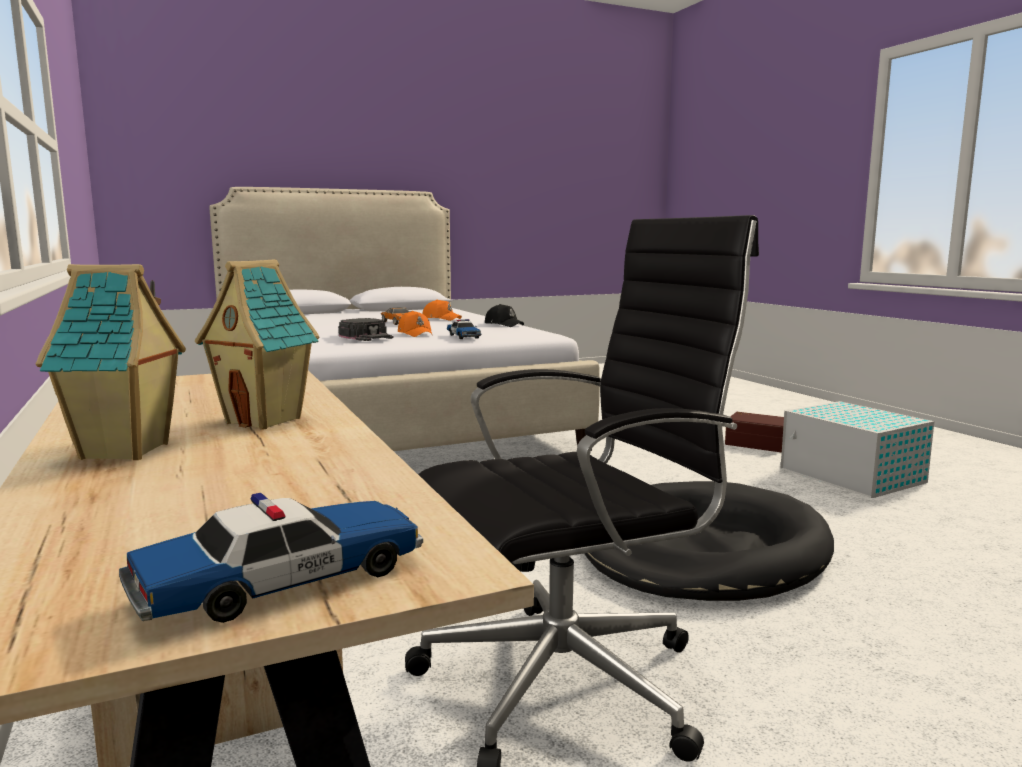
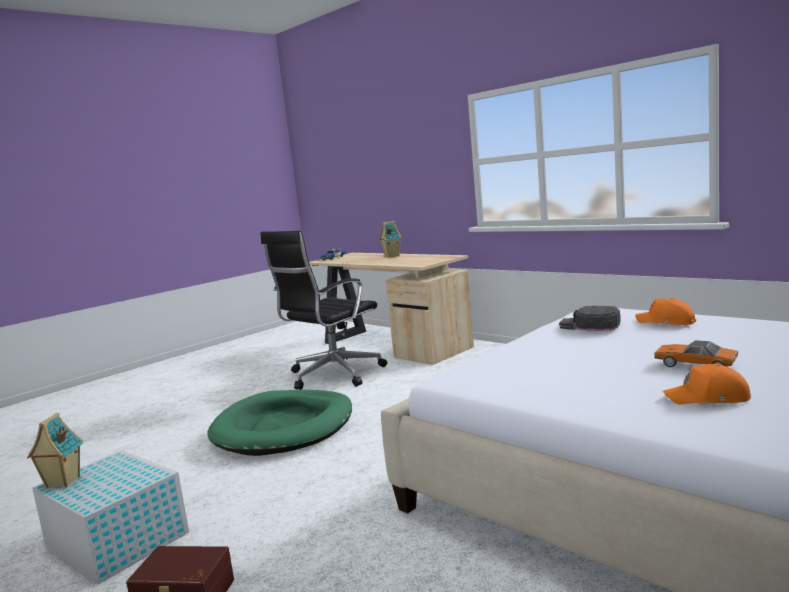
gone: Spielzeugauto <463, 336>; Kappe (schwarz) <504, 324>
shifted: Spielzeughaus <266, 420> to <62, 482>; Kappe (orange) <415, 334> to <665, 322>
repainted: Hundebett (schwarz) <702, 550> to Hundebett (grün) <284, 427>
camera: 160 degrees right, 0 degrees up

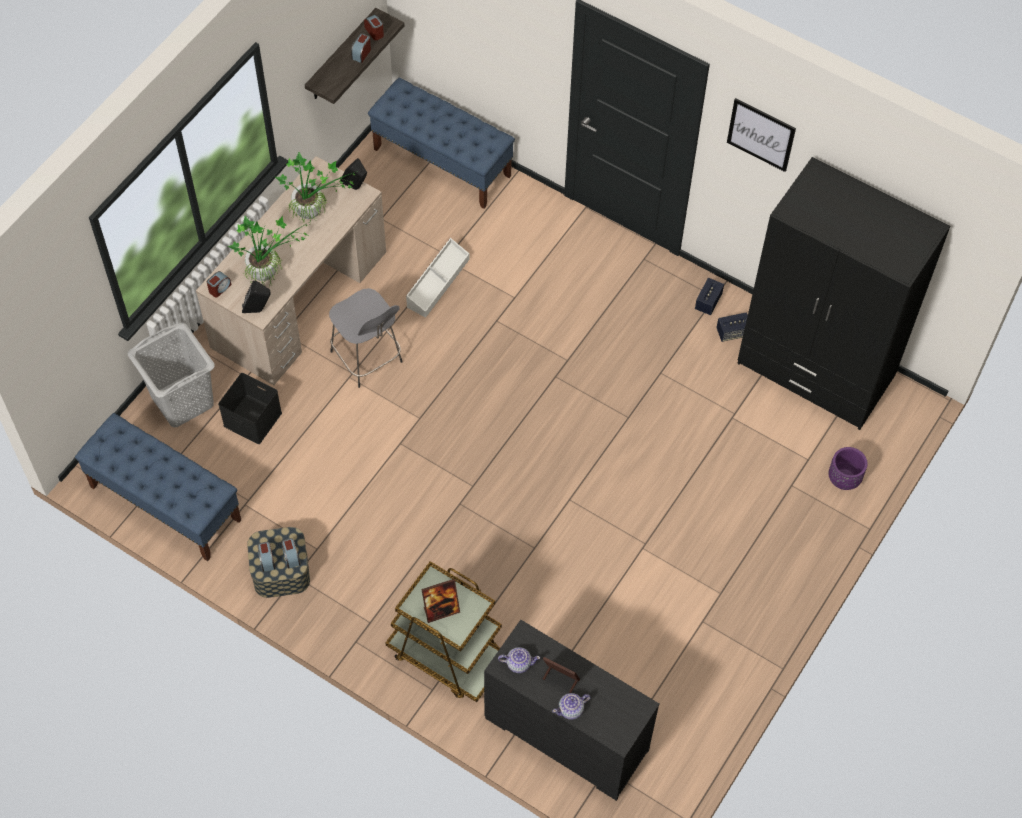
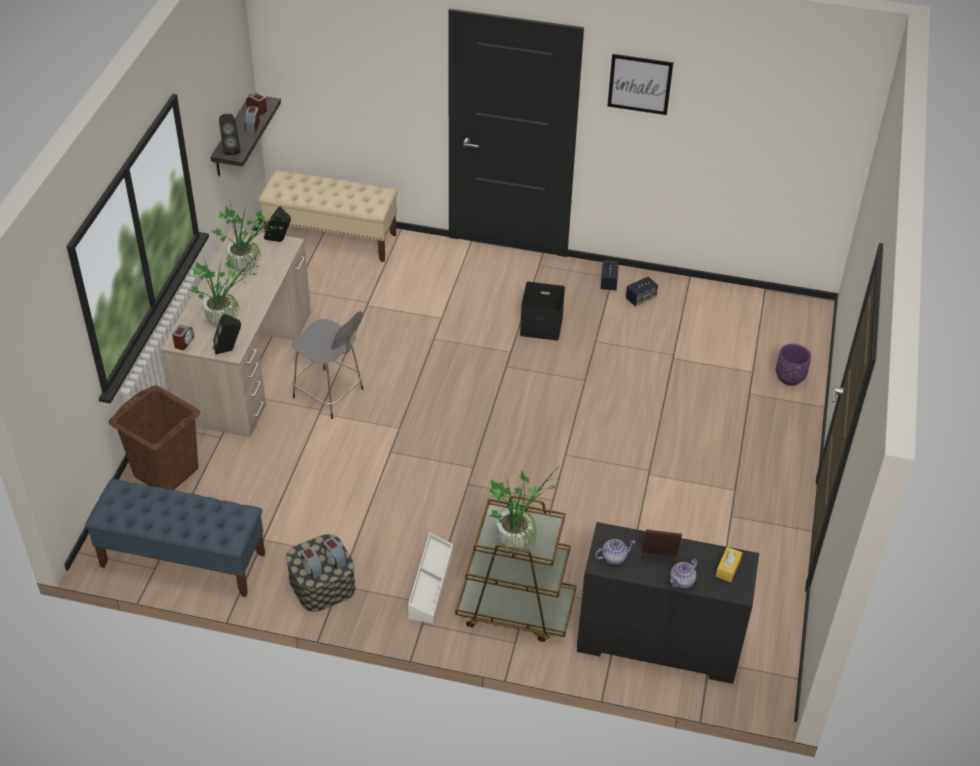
gone: Kleiderschrank (schwarz) <816, 370>
new: Lautsprecher (schwarz) <230, 149>; Taschentuchbox (gelb) <728, 568>
shifted: Aufbewahrungsbox (weiß) <437, 282> to <429, 584>; Aufbewahrungsbox (schwarz) <254, 419> to <542, 325>
swapped: Bilderrahmen <441, 610> to Topfpflanze <517, 537>
repainted: Wäschekorb (grau) <183, 400> to Wäschekorb (braun) <166, 471>; Bank (blau) <442, 162> to Bank (beige) <332, 238>
camera: 20 degrees left, 15 degrees down

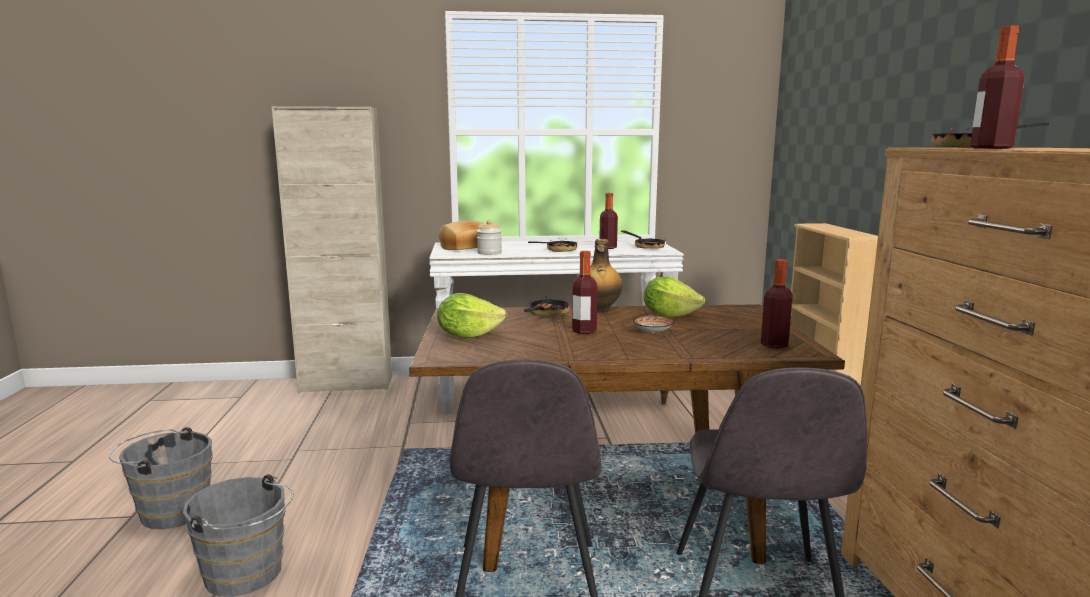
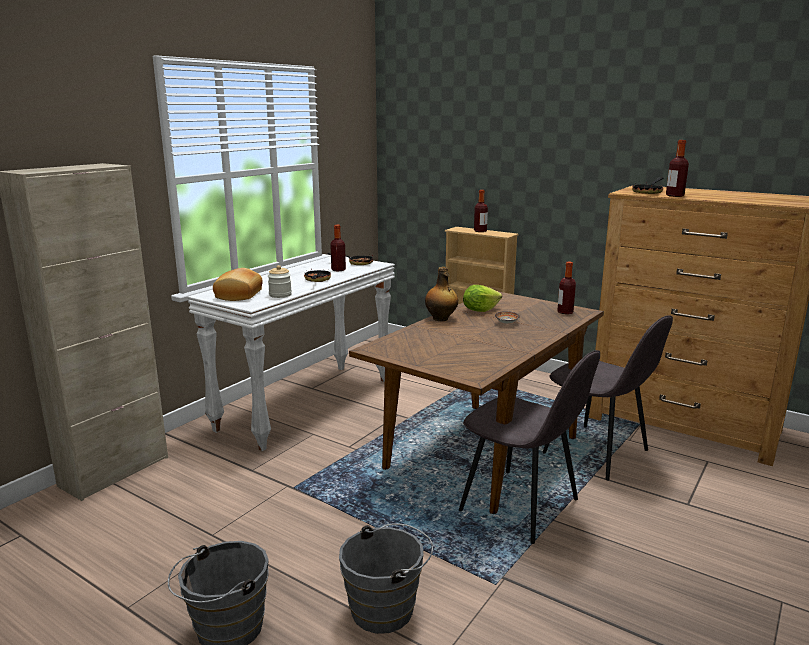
gone: Salatkopf <468, 335>; Pfanne <546, 314>
shifted: Flasche <584, 331> to <480, 231>
camera: 50 degrees left, 5 degrees up

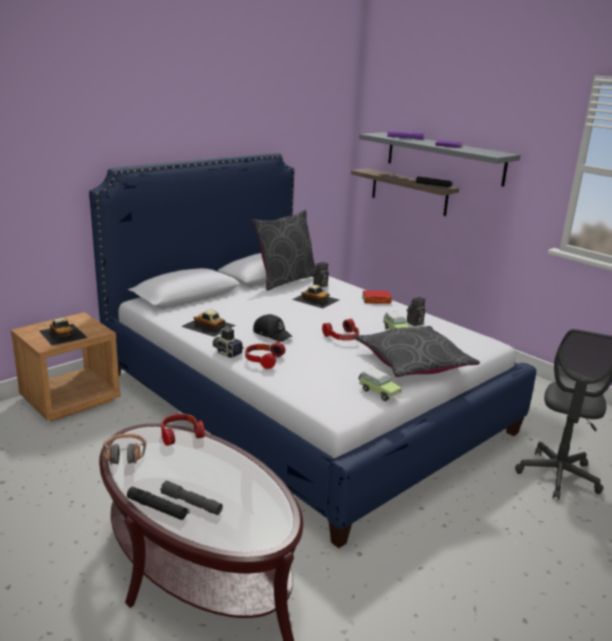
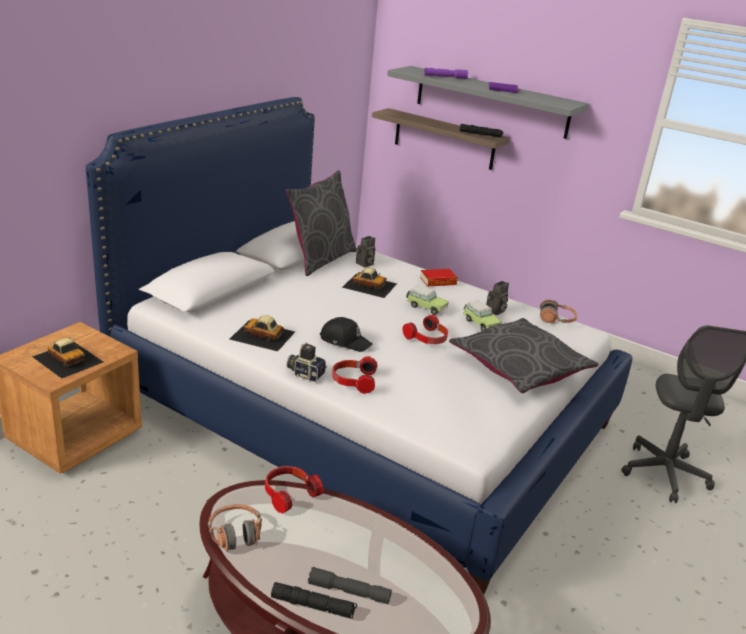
new: Kopfhörer <556, 319>
shifted: Spielzeugauto <378, 392> to <425, 307>
camera: 15 degrees left, 5 degrees up

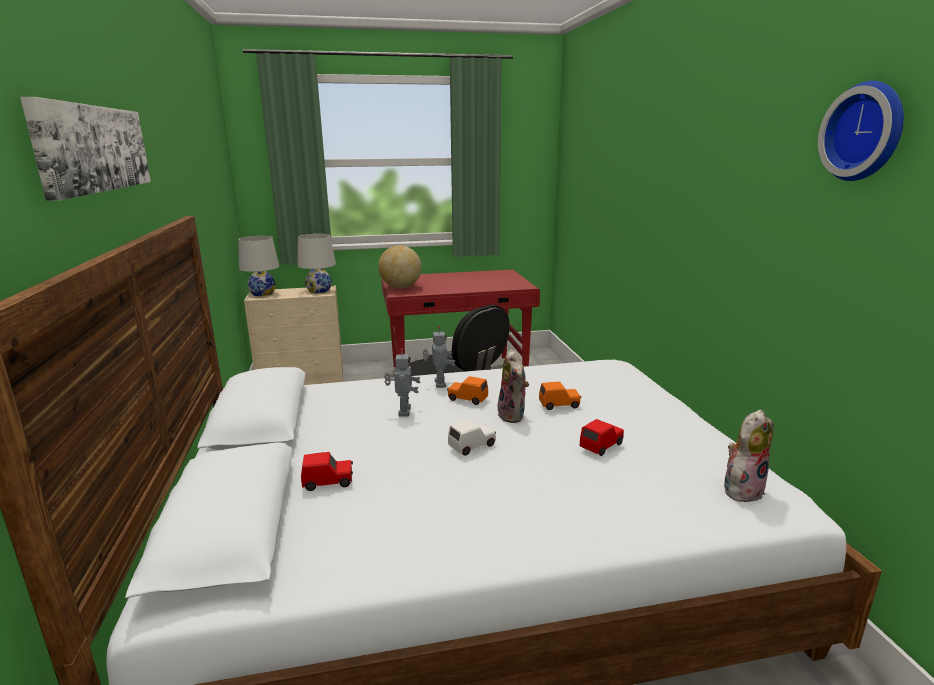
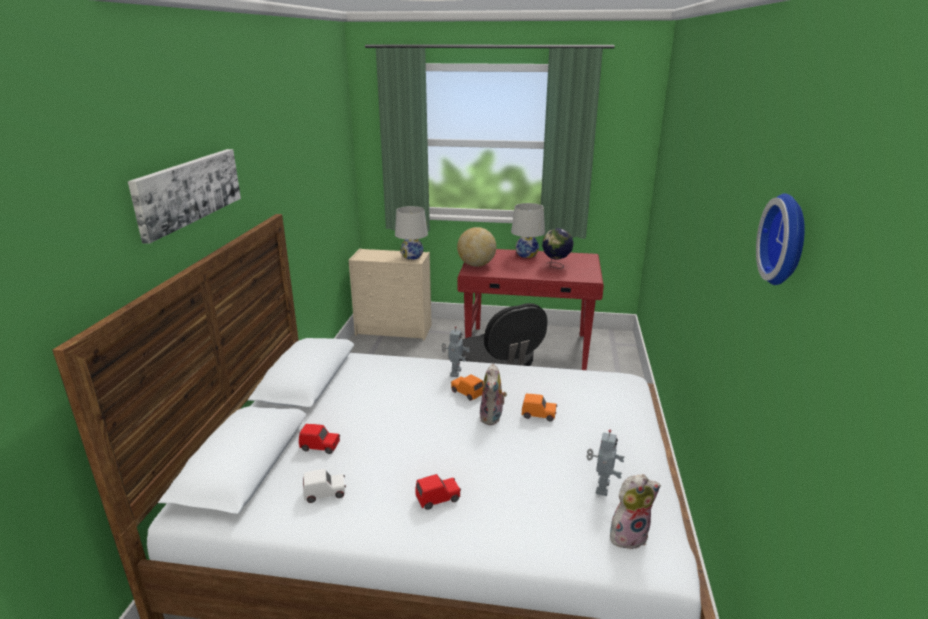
new: Globus <556, 266>
shifted: Spielzeugauto (weiß) <472, 446> to <325, 493>; Spielzeugauto (rot) <601, 446> to <438, 499>; Tischlampe (weiß) <262, 293> to <526, 254>; Spielzeugroboter <403, 411> to <601, 487>
camera: 20 degrees right, 5 degrees up

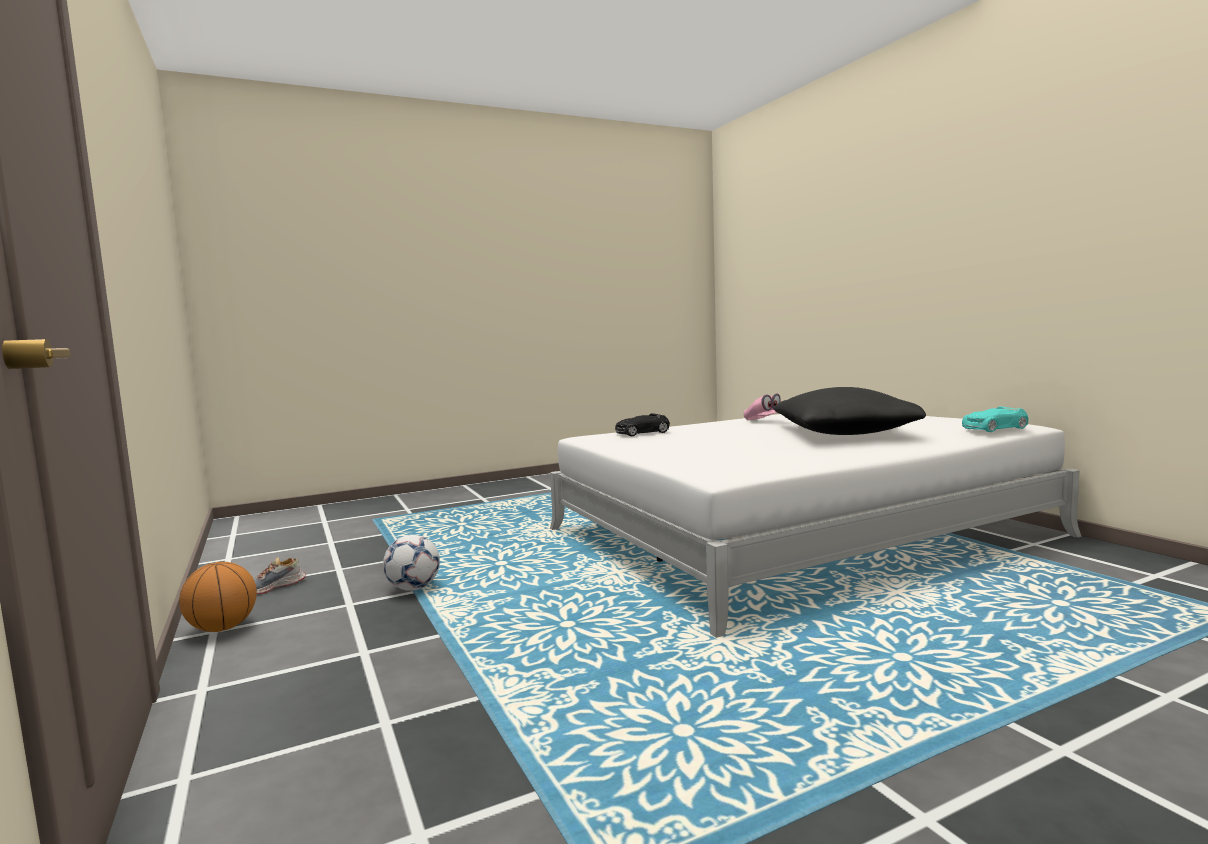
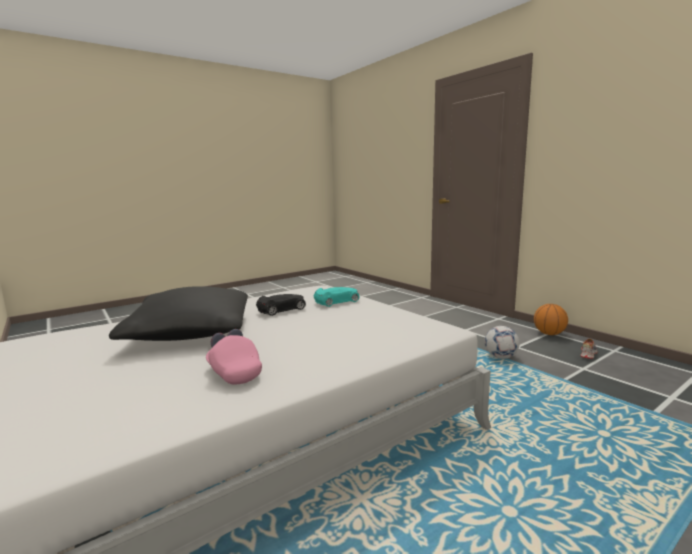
shifted: Spielzeugauto (schwarz) <641, 433> to <282, 309>; Spielzeugauto (türkis) <994, 428> to <337, 301>
camera: 170 degrees right, 5 degrees up

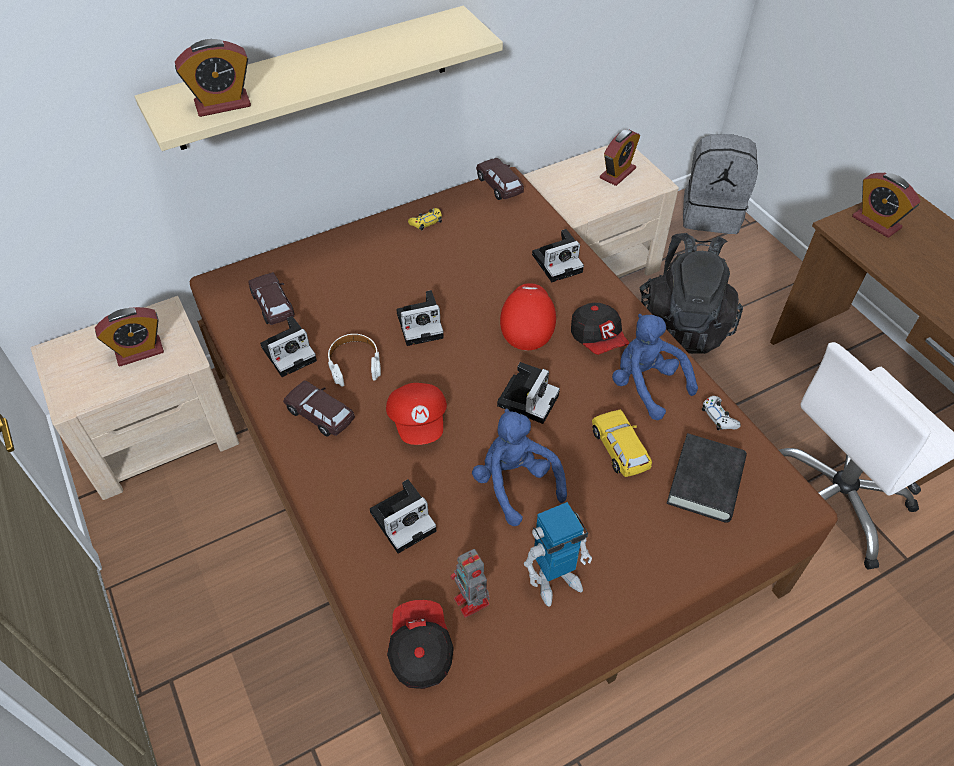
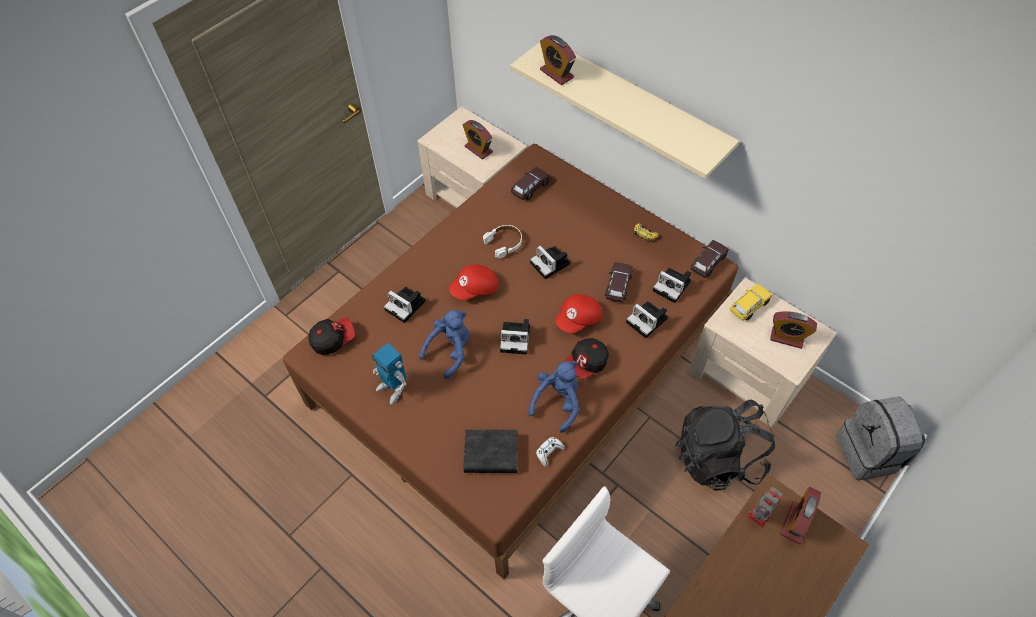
shifted: Spielzeugauto (braun) <320, 415> to <618, 286>; Kamera <290, 352> to <673, 286>; Spielzeugauto (gelb) <619, 449> to <749, 306>; Spielzeugroboter <472, 603> to <758, 517>
rotated: Kappe (rot) <526, 324> = <579, 319> 150 degrees clockwise
camera: 70 degrees right, 5 degrees up

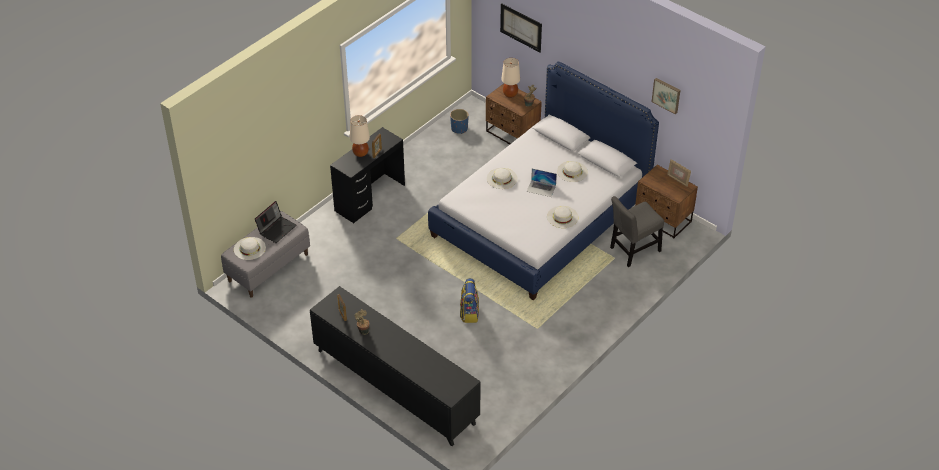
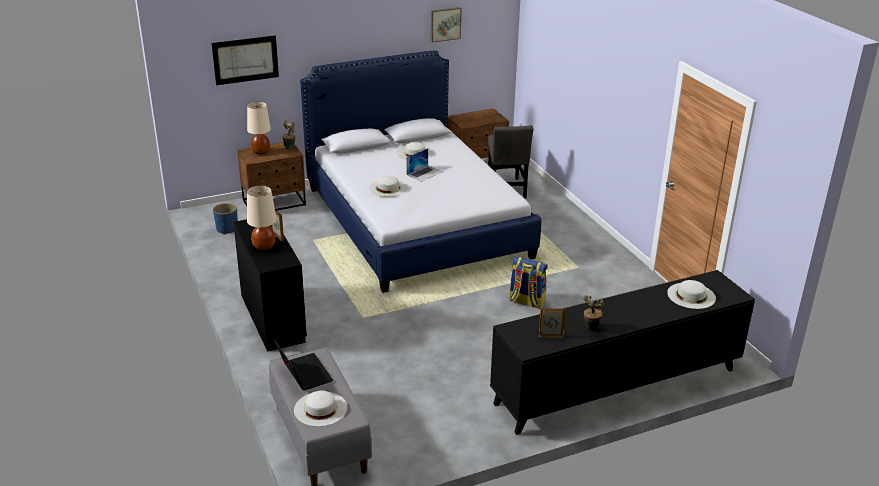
gone: Bilderrahmen <677, 180>
shifted: Hut (weiß) <562, 217> to <691, 295>
camera: 65 degrees left, 15 degrees down

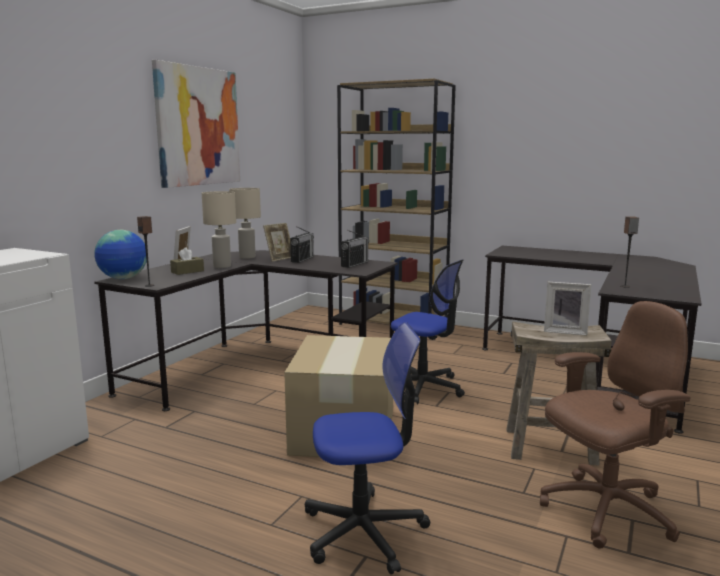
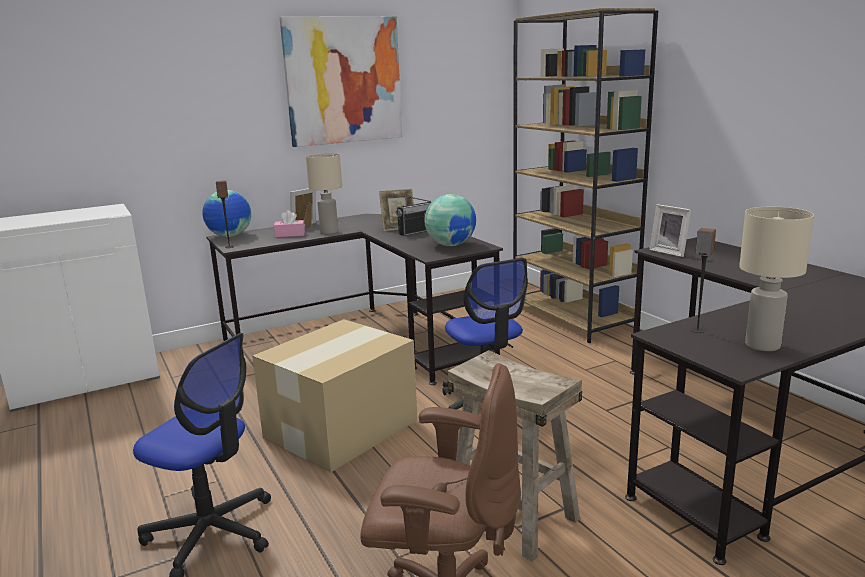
shifted: Bilderrahmen <565, 331> to <670, 252>; Tischlampe (beige) <247, 257> to <763, 345>
swapped: Radio <354, 264> to Globus <451, 245>
repainted: Taschentuchbox (braun) <187, 271> to Taschentuchbox (rosa) <290, 234>
camera: 35 degrees right, 5 degrees up

